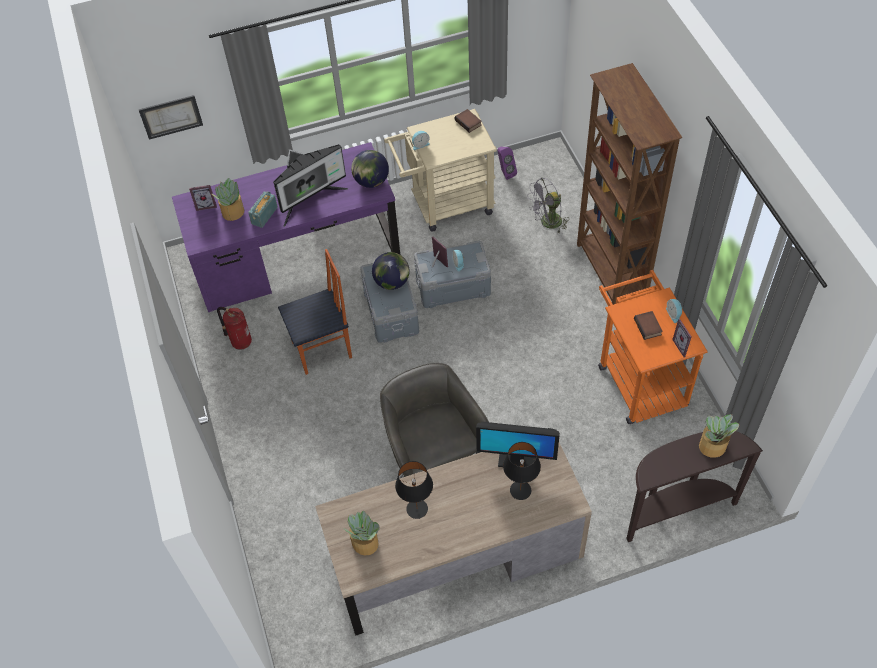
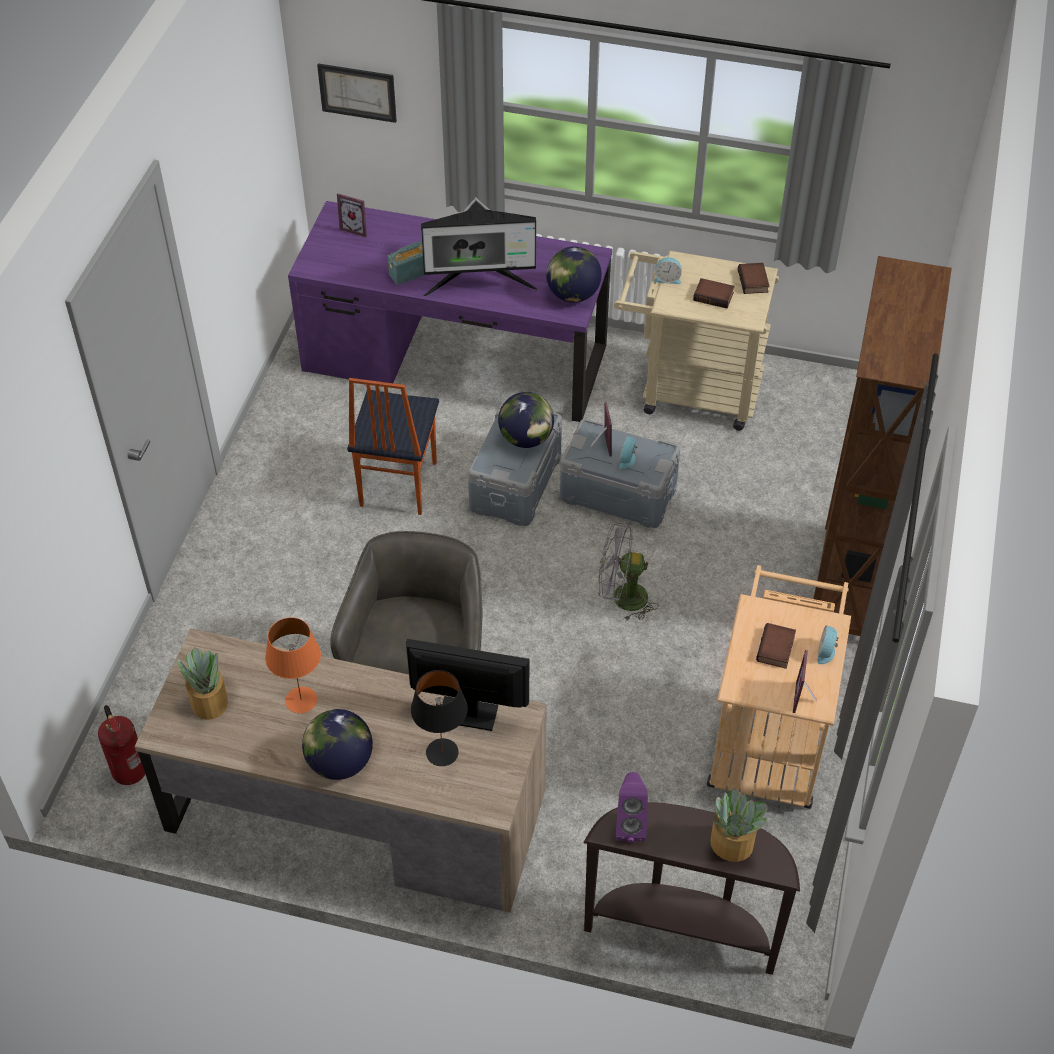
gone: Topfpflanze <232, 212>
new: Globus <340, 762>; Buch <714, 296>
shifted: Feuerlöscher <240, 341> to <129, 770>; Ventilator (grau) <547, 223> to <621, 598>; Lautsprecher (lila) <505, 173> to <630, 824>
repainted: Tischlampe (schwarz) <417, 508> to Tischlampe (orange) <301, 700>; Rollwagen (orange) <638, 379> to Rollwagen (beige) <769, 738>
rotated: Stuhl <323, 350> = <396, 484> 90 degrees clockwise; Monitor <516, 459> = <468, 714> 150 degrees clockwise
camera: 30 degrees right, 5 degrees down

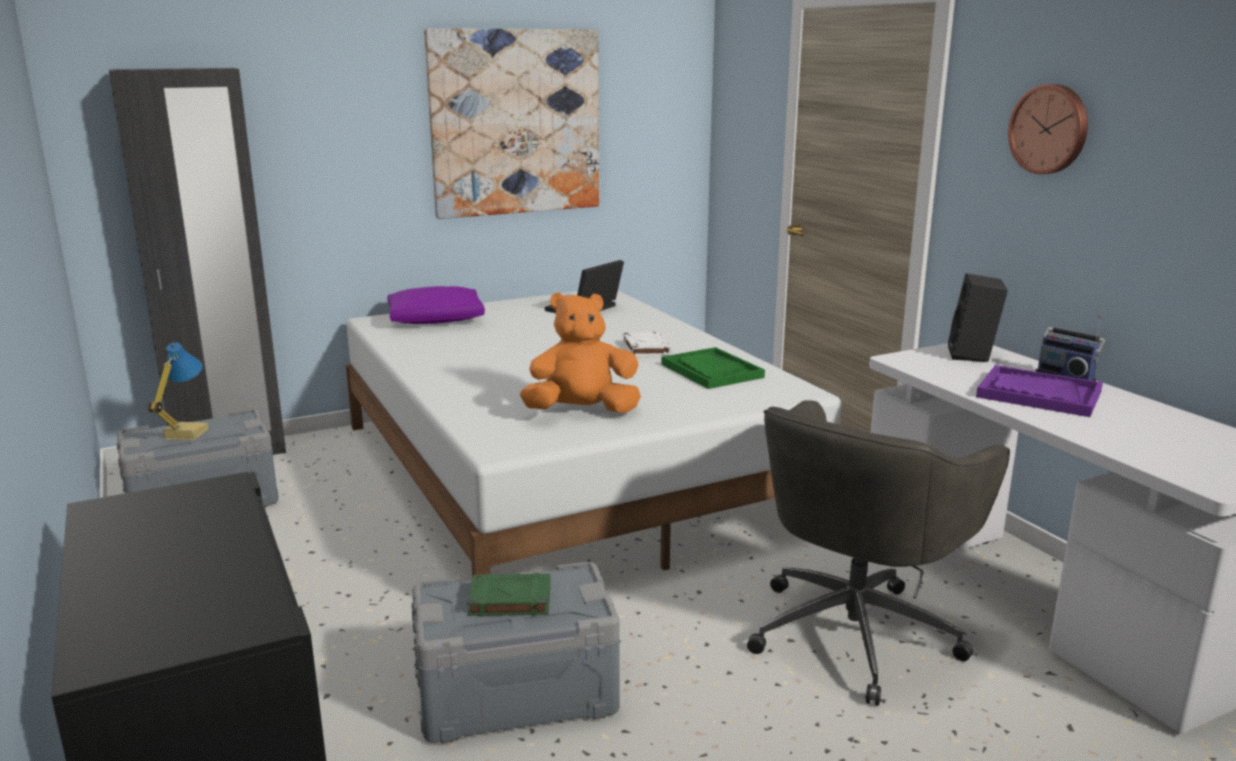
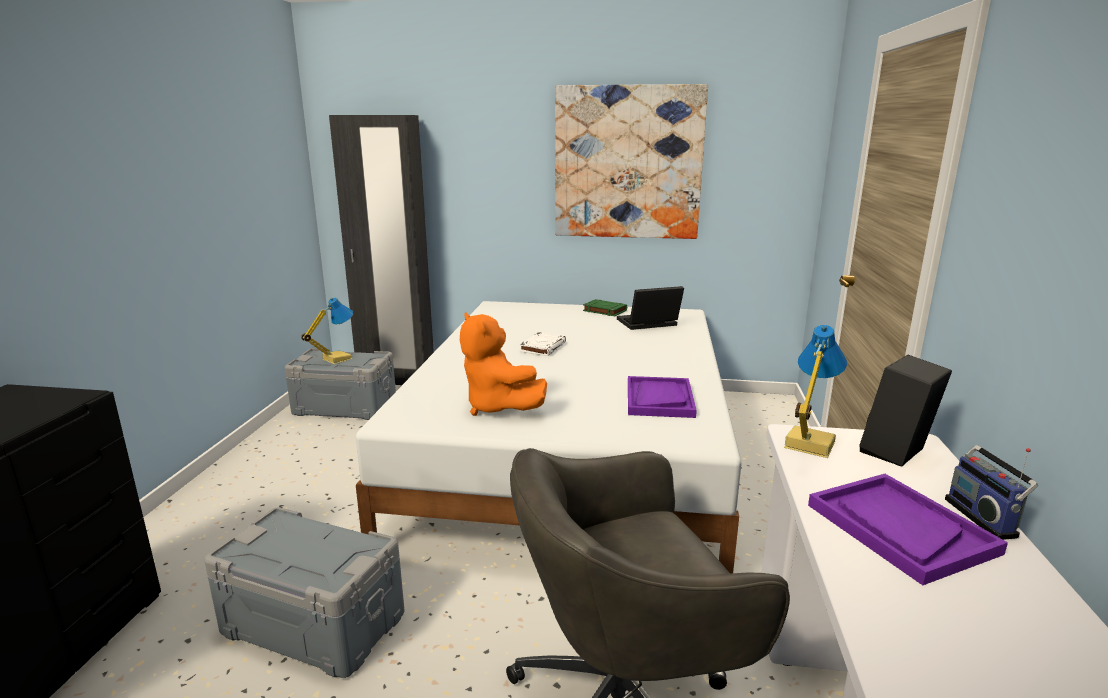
gone: Kissen (lila) <437, 319>; Wanduhr <1050, 129>
new: Tischlampe <807, 444>
shifted: Buch (weiß) <645, 348> to <543, 347>; Buch (grün) <509, 600> to <604, 310>
repainted: Tablett (grün) <711, 371> to Tablett (lila) <659, 399>
rotated: Plüschtier (orange) <581, 411> = <498, 407> 150 degrees counterclockwise
camera: 35 degrees right, 0 degrees up

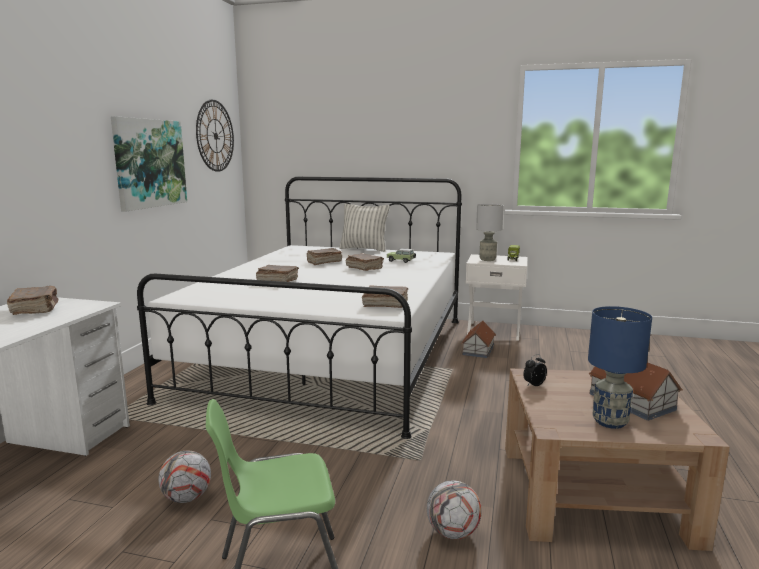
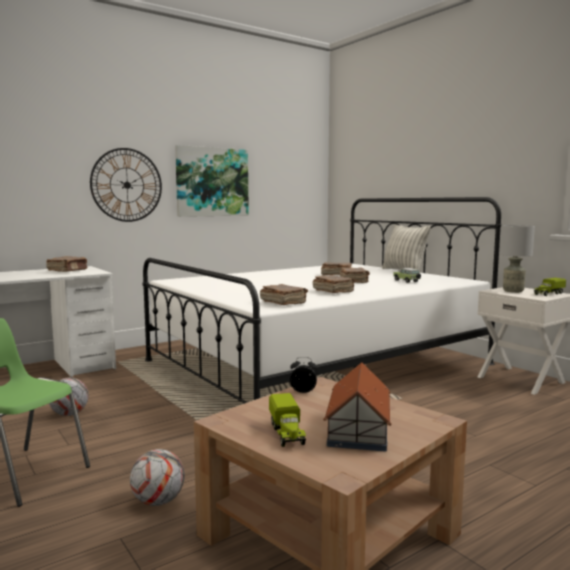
gone: Spielzeughaus <478, 349>
shifted: Wanduhr <215, 136> to <127, 185>; Buch (braun) <277, 281> to <333, 291>
swapped: Tischlampe (blau) <609, 421> to Spielzeuglaster <287, 433>
camera: 40 degrees right, 5 degrees down

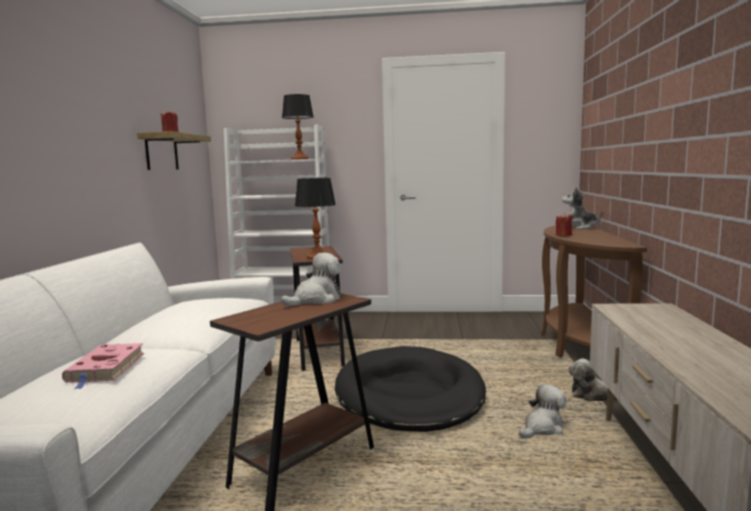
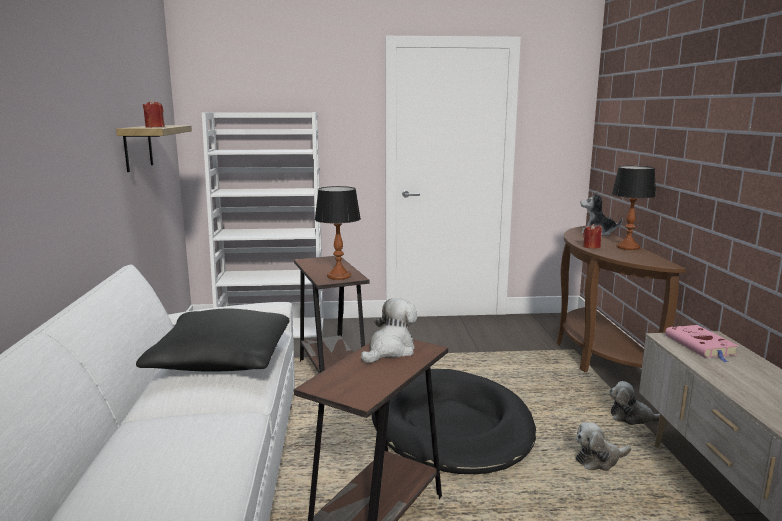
new: Kissen (schwarz) <222, 360>
shifted: Tischlampe <300, 159> to <628, 247>; Buch (rosa) <106, 369> to <701, 346>
rotated: Plüschtier <542, 428> = <599, 460> 150 degrees counterclockwise
camera: 10 degrees left, 5 degrees up

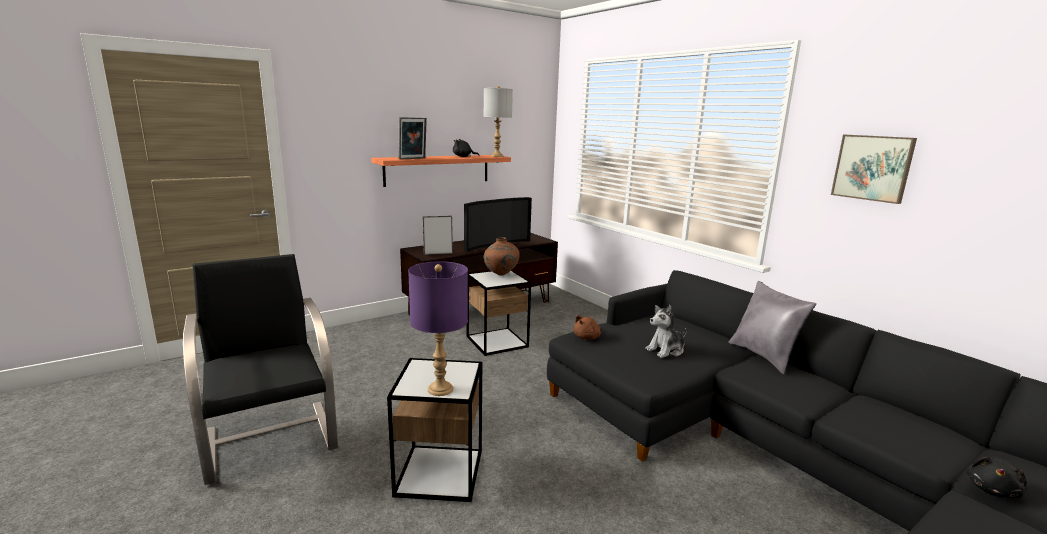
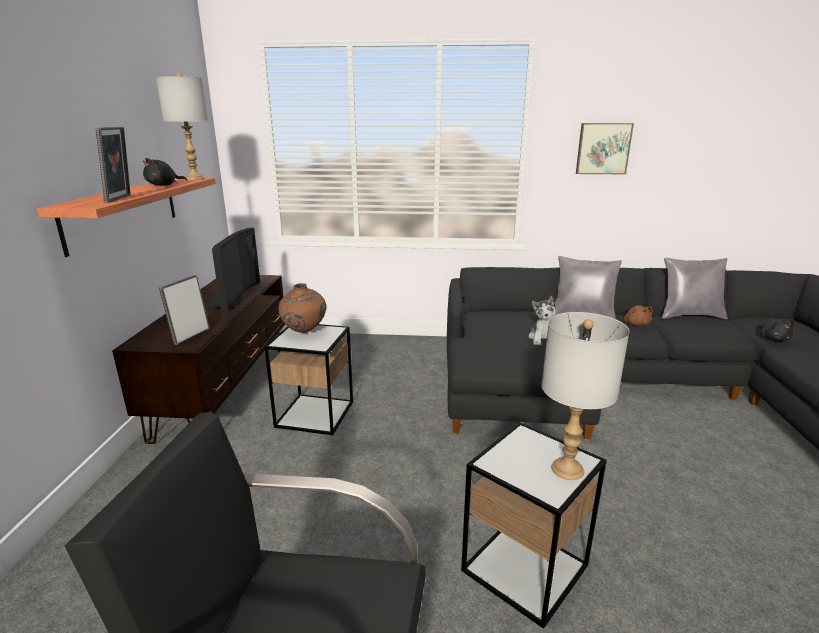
new: Kissen (grau) <689, 315>
shifted: Plüschtier (braun) <587, 337> to <636, 324>
repainted: Tischlampe (lila) <440, 389> to Tischlampe (grau) <568, 469>
camera: 50 degrees left, 5 degrees up

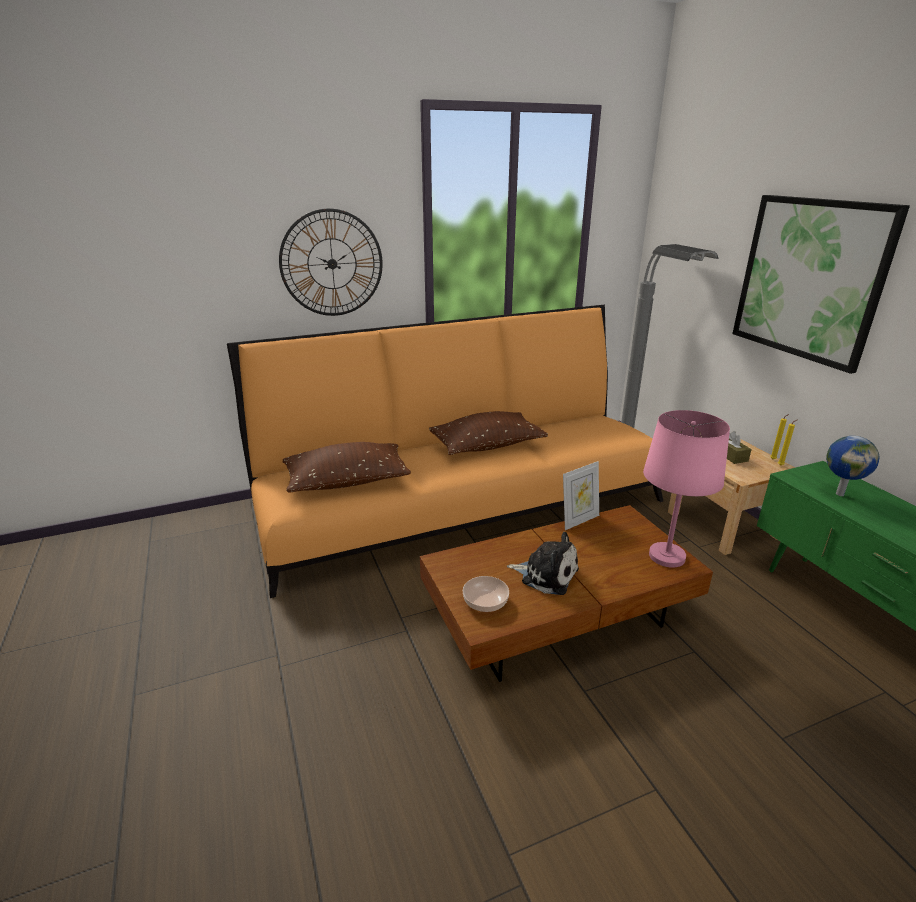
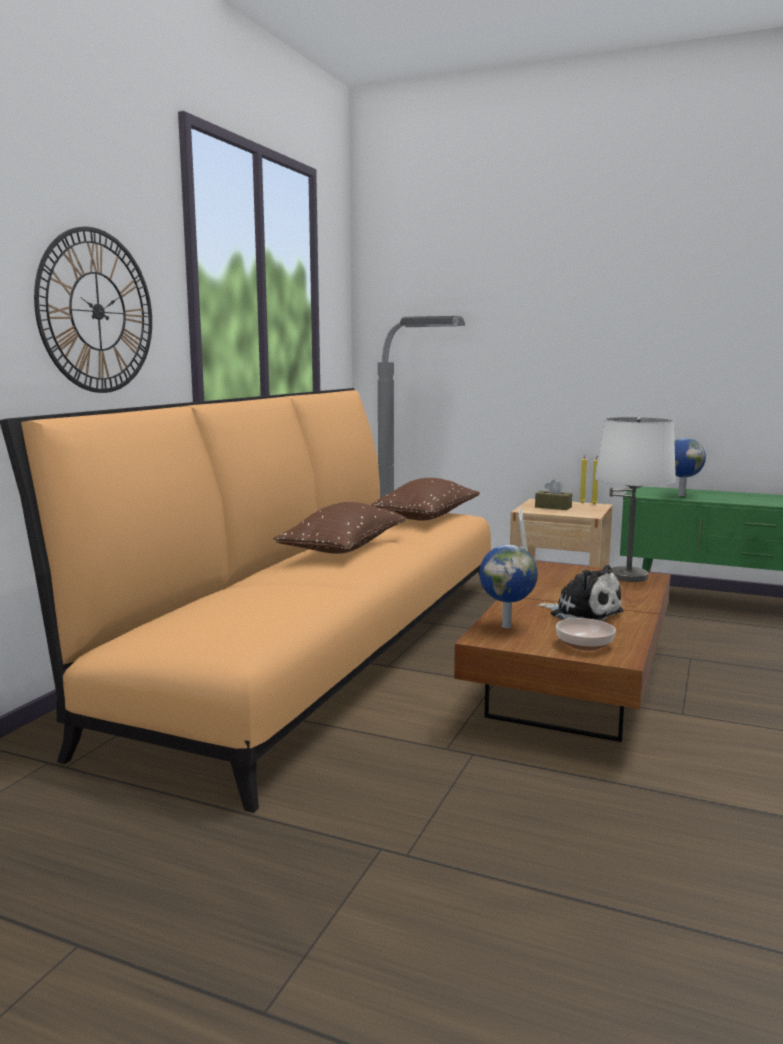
gone: Bild <809, 279>
new: Globus <507, 626>
shifted: Kissen (braun) <347, 482> to <426, 517>
repainted: Tischlampe (rosa) <667, 556> to Tischlampe (weiß) <628, 576>
rotated: Plüschtier <546, 574> = <582, 613> 60 degrees clockwise
camera: 45 degrees left, 15 degrees down

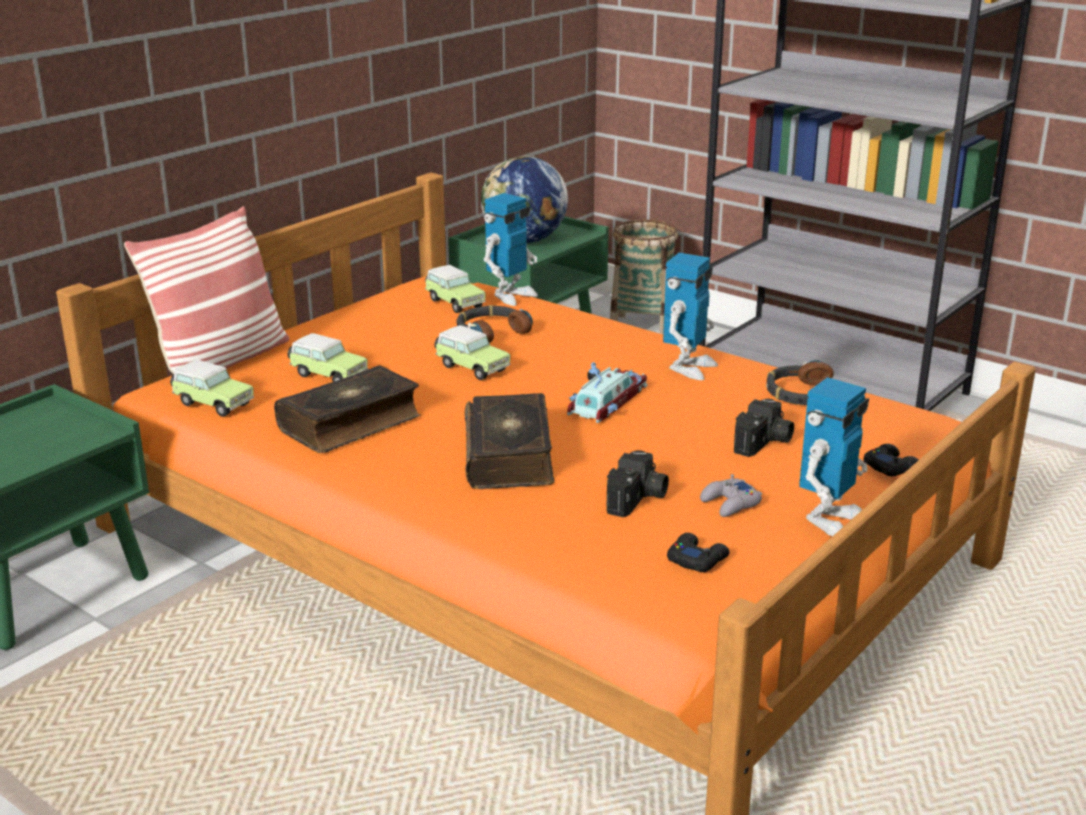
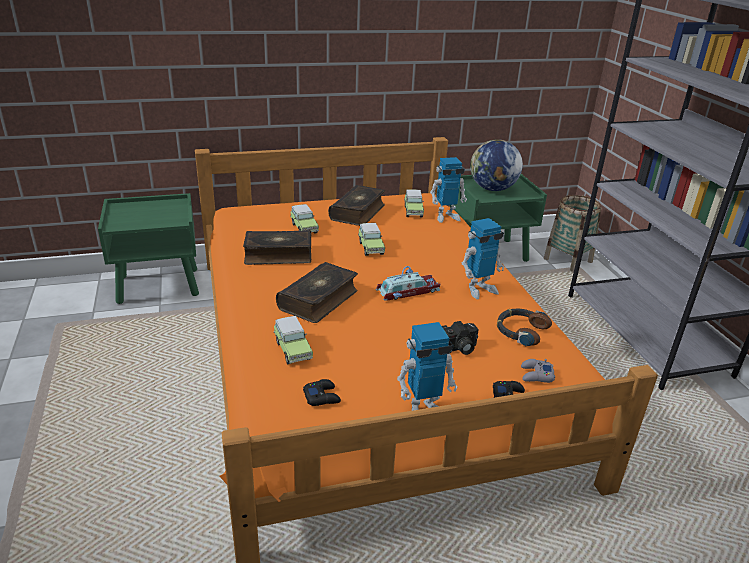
gone: Kissen <221, 362>; Kopfhörer <491, 332>; Kamera <638, 499>
new: Buch <358, 212>
shifted: Spielzeugauto <212, 404> to <292, 349>; Gamepad (grau) <730, 504> to <536, 375>
camera: 35 degrees right, 5 degrees up

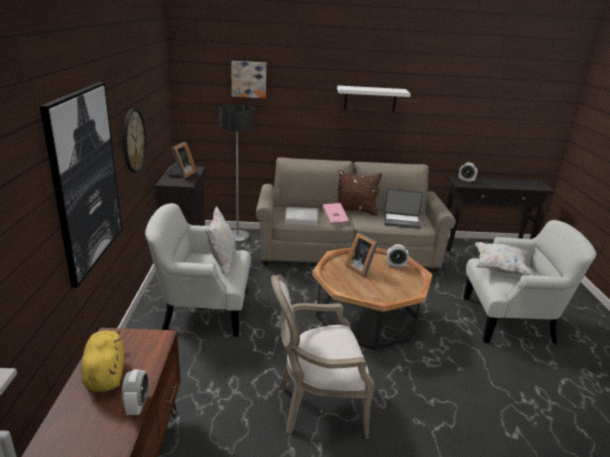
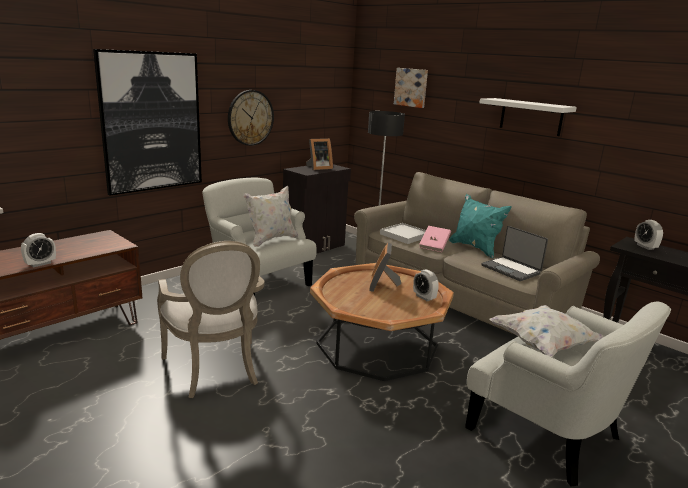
gone: Plüschtier (gelb) <105, 374>
repainted: Kissen (braun) <355, 211> to Kissen (türkis) <475, 248>
rotated: Sessel <316, 405> = <216, 371> 150 degrees counterclockwise
camera: 45 degrees right, 5 degrees down

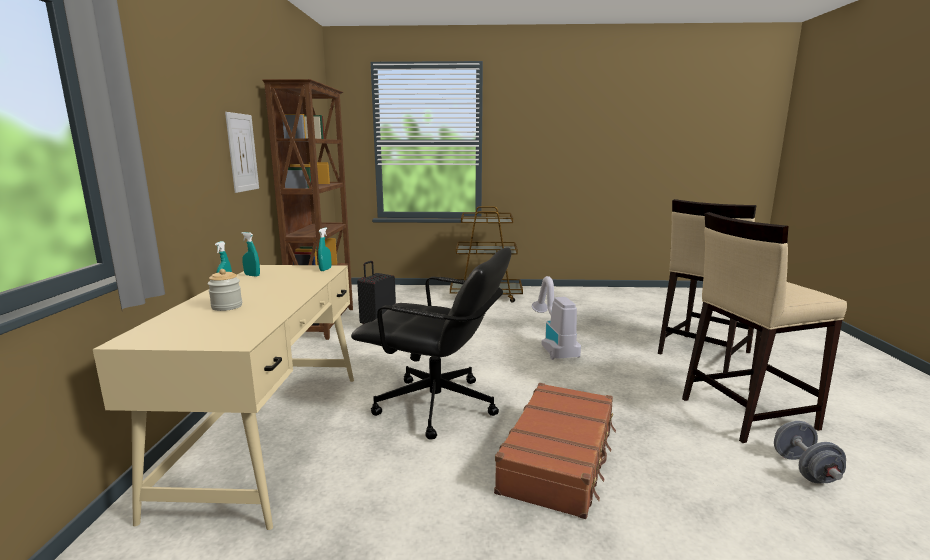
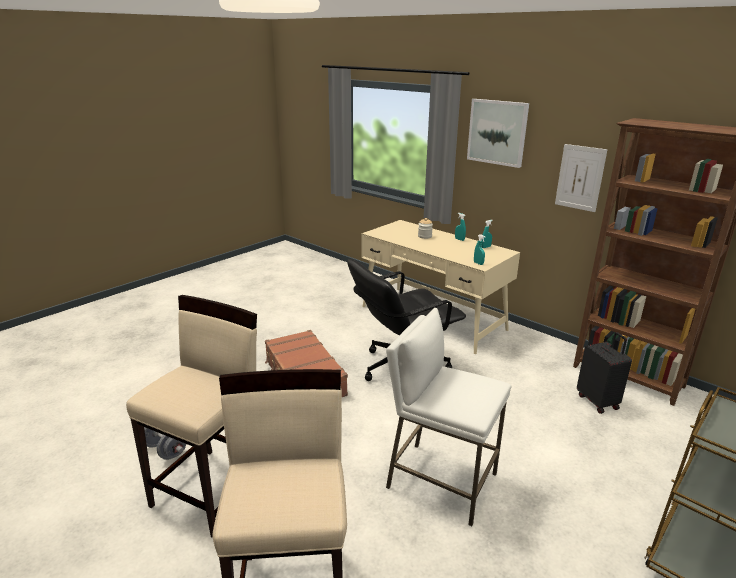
new: Bild <497, 132>
swapped: Staubsauger <553, 346> to Hocker (weiß) <441, 481>
camera: 130 degrees right, 10 degrees up

